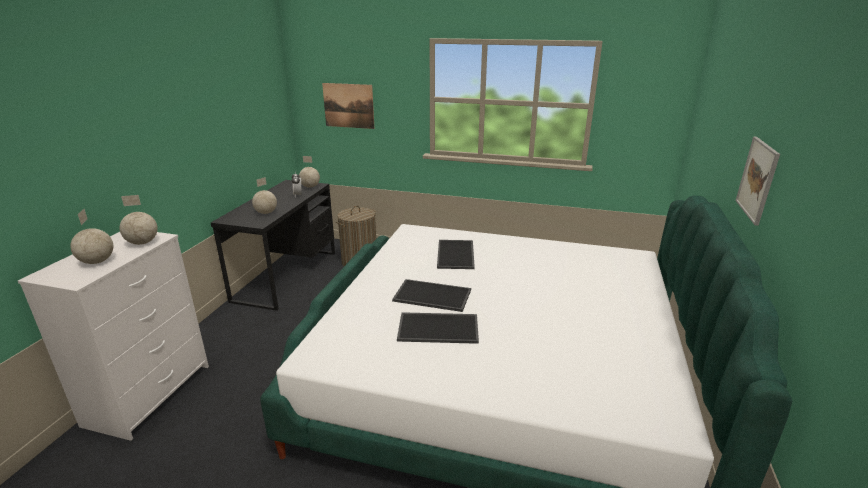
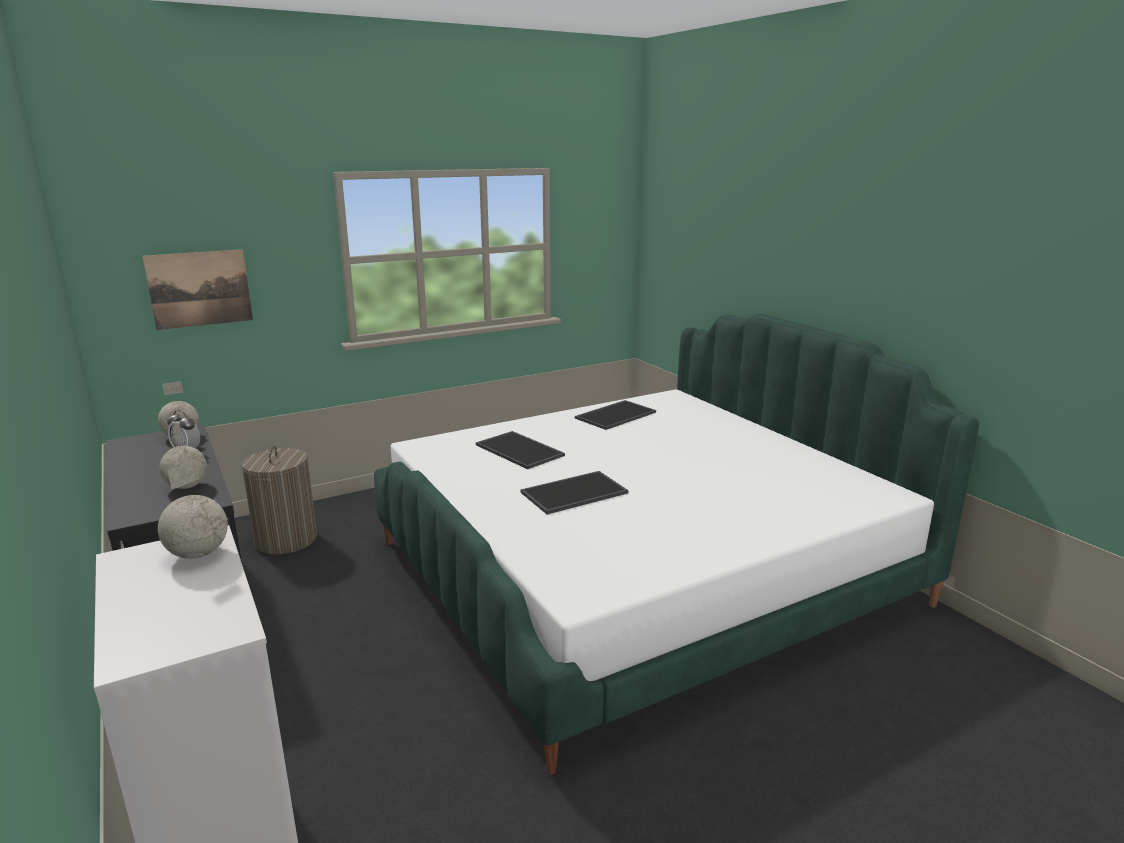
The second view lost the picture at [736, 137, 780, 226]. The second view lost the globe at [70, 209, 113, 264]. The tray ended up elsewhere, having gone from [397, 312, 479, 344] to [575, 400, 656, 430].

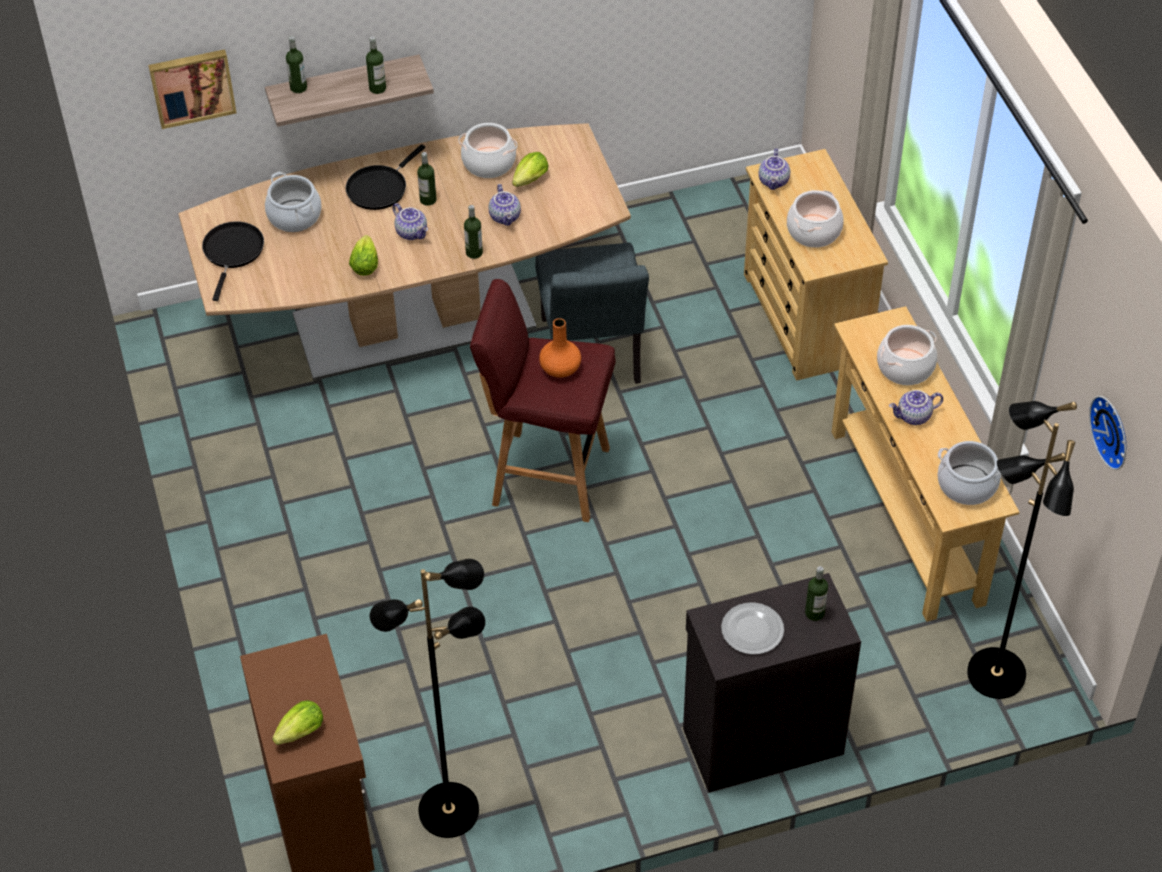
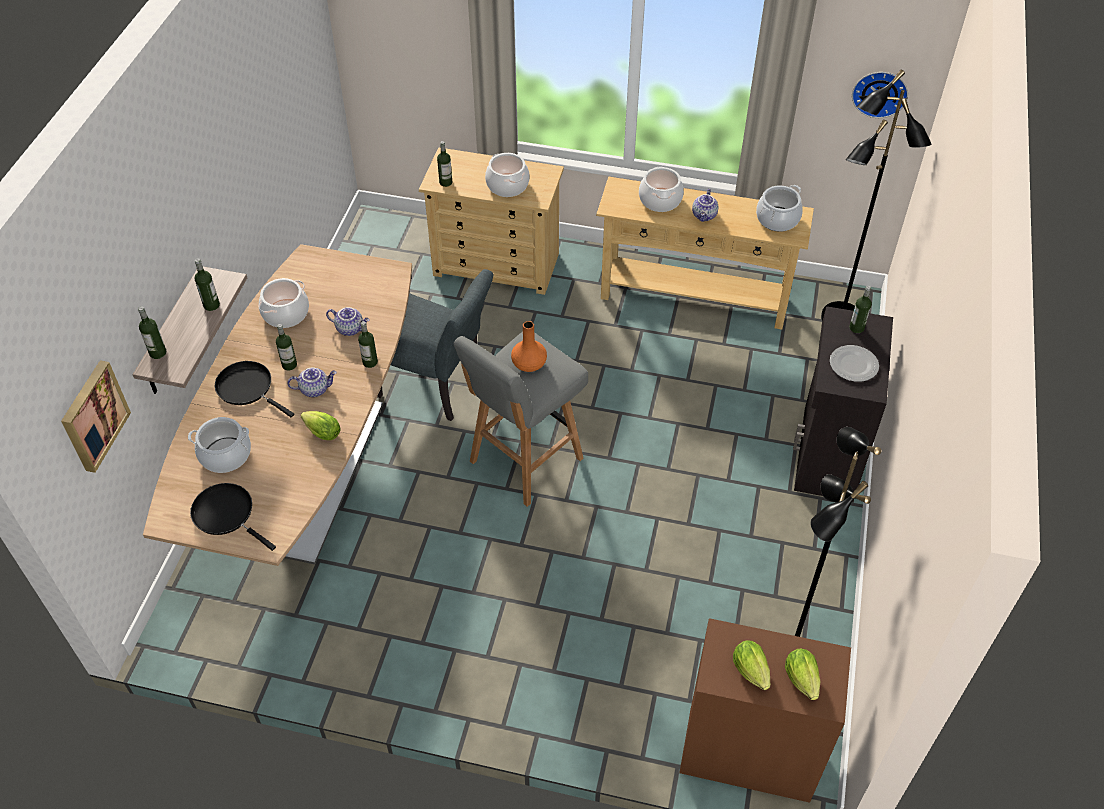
The black frying pan at [346, 144, 425, 210] ended up facing another way, 150 degrees clockwise from before. Where the teapot stood at [759, 148, 790, 190], the bottle came to stand at [437, 141, 452, 187]. The lettuce ended up elsewhere, having gone from [512, 152, 548, 187] to [733, 641, 770, 690]. What was the red stool at [470, 279, 615, 522] turned into the grey stool at [453, 332, 588, 507].

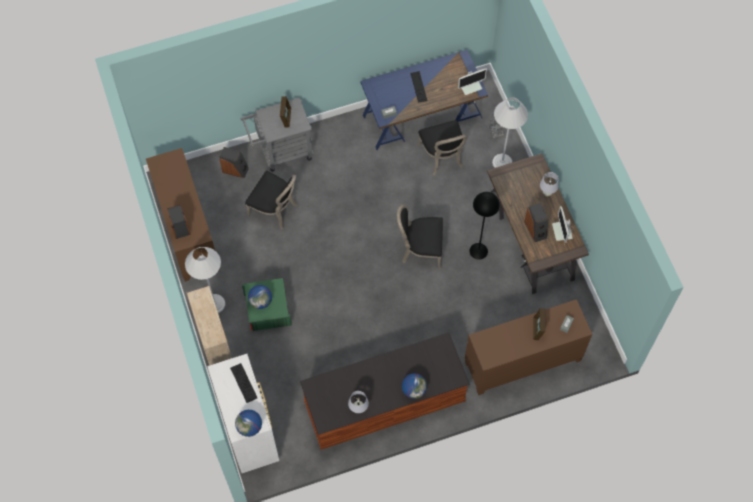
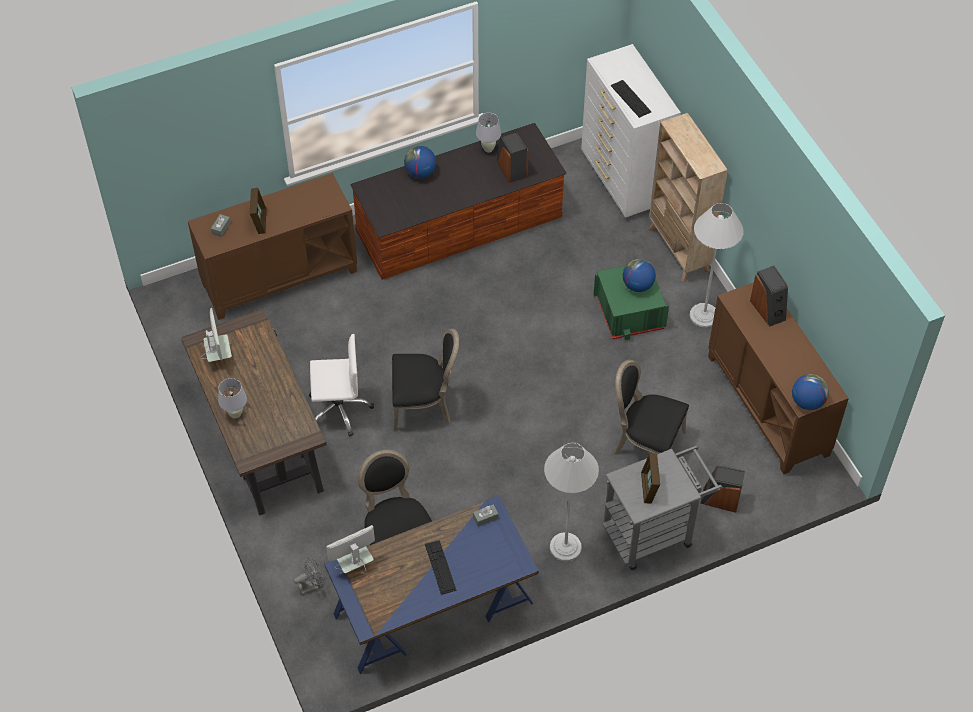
The white floor lamp ended up elsewhere, having gone from [492, 97, 528, 168] to [544, 442, 599, 561]. Where the black floor lamp stood at [470, 192, 500, 260], the white office chair came to stand at [309, 334, 374, 437]. The speaker ended up elsewhere, having gone from [524, 203, 548, 242] to [497, 132, 529, 183]. The globe ended up elsewhere, having gone from [235, 410, 262, 437] to [792, 374, 829, 410].

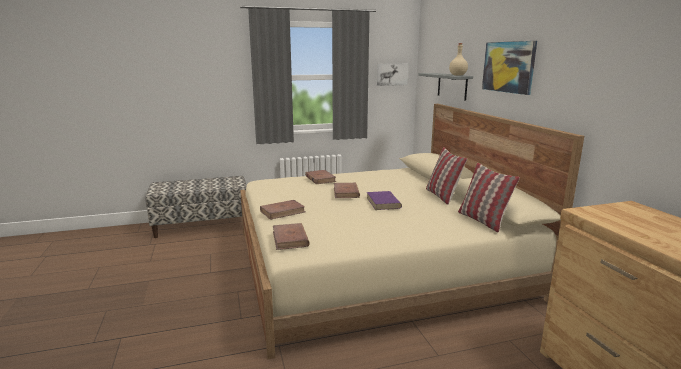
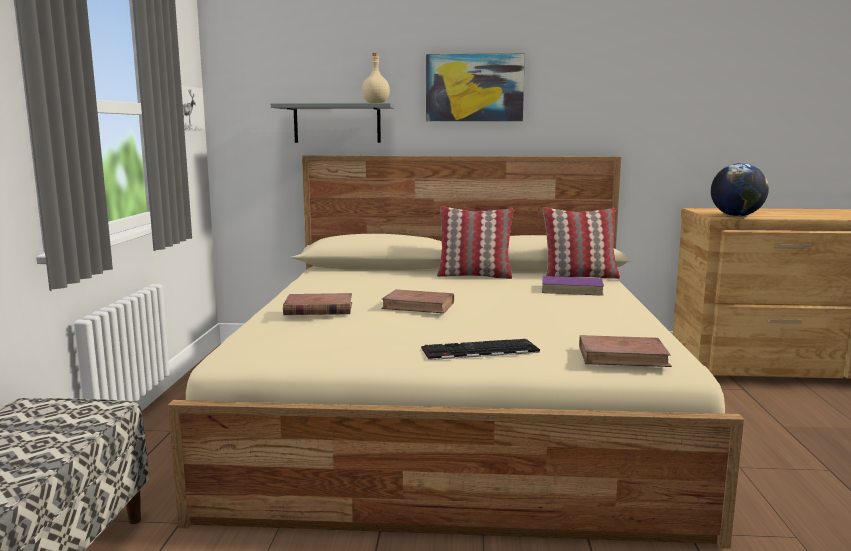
The purple book ended up elsewhere, having gone from [367, 191, 402, 210] to [542, 276, 604, 296]. Where the brown book stood at [260, 200, 306, 220], the keyboard came to stand at [421, 339, 540, 360]. The second view gained the globe at [711, 163, 769, 216].

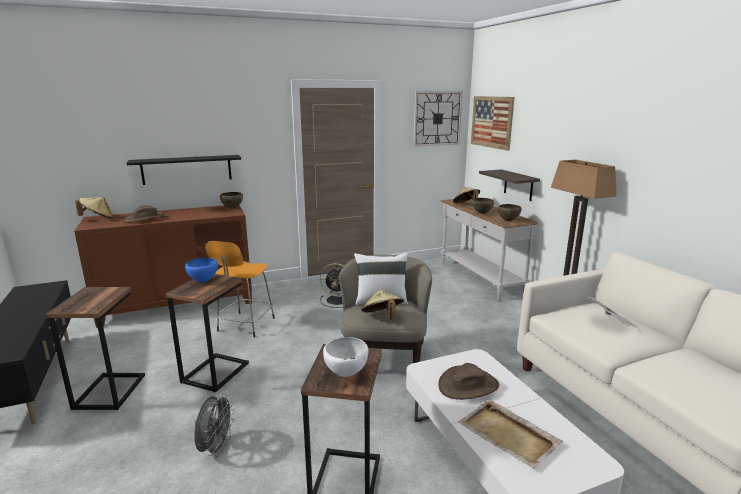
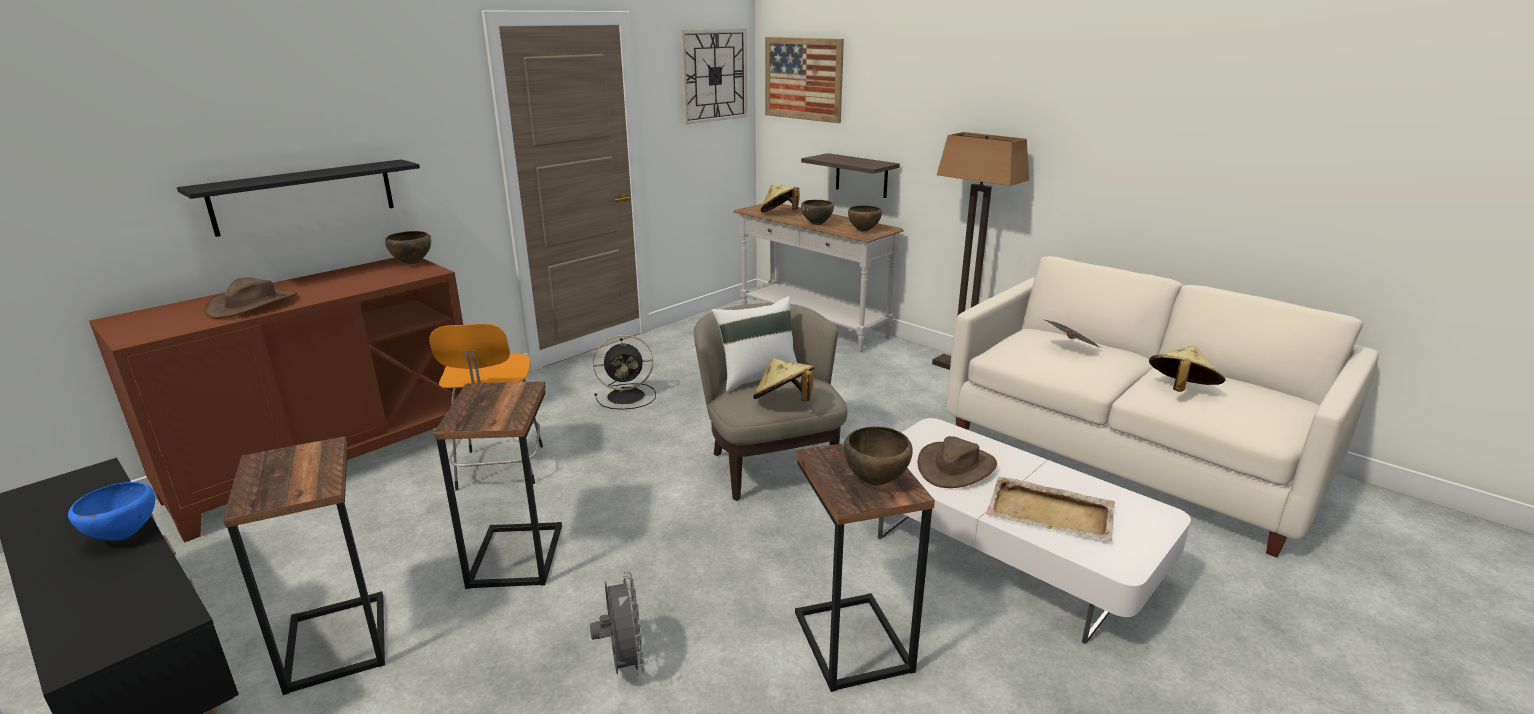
The beige hat ended up elsewhere, having gone from [75, 197, 114, 218] to [1149, 346, 1226, 392]. The blue bowl ended up elsewhere, having gone from [185, 258, 218, 282] to [68, 482, 155, 540]. What was the white bowl at [323, 337, 368, 377] turned into the brown bowl at [844, 427, 913, 485].

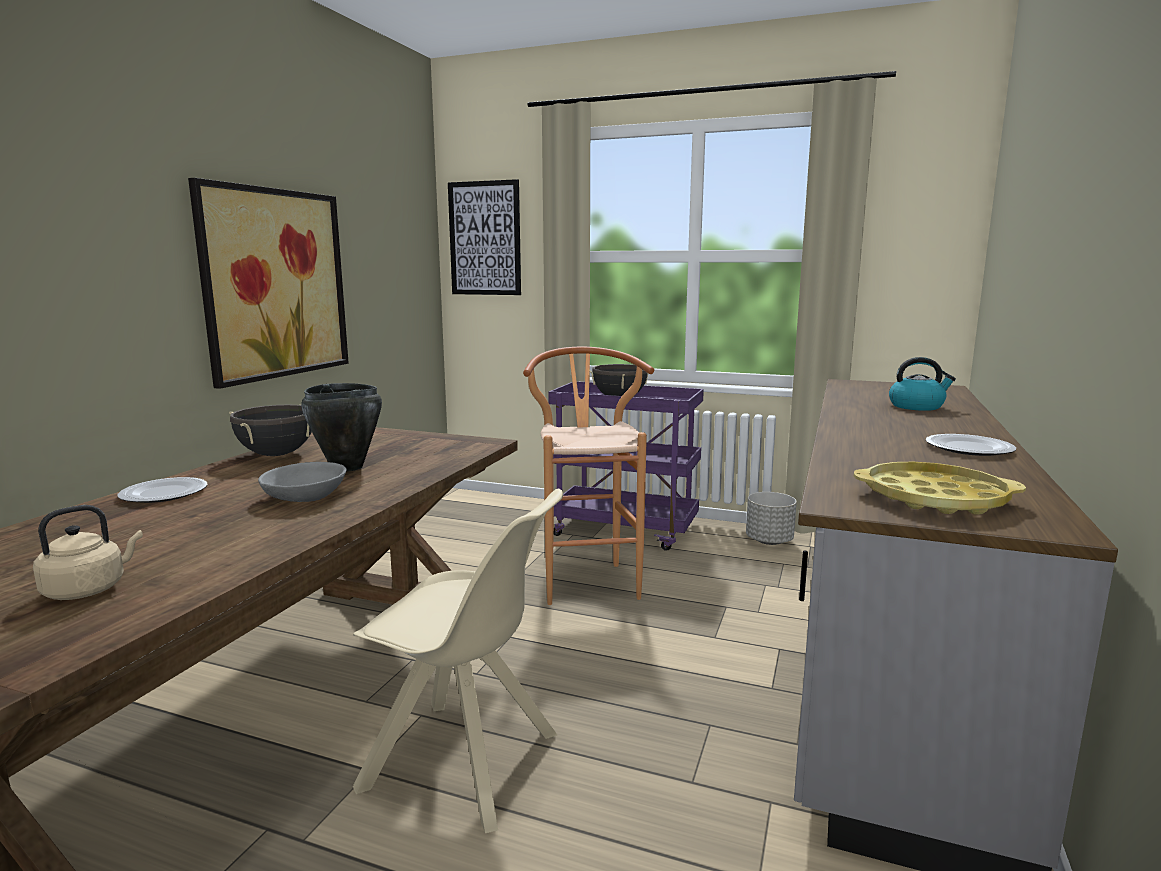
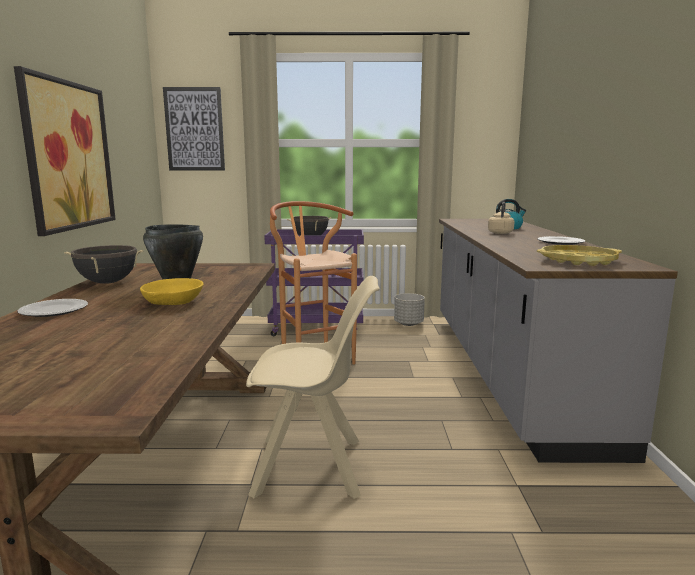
What was the grey bowl at [258, 462, 347, 502] turned into the yellow bowl at [140, 278, 204, 305]. The beige kettle ended up elsewhere, having gone from [33, 505, 143, 600] to [488, 202, 514, 234].

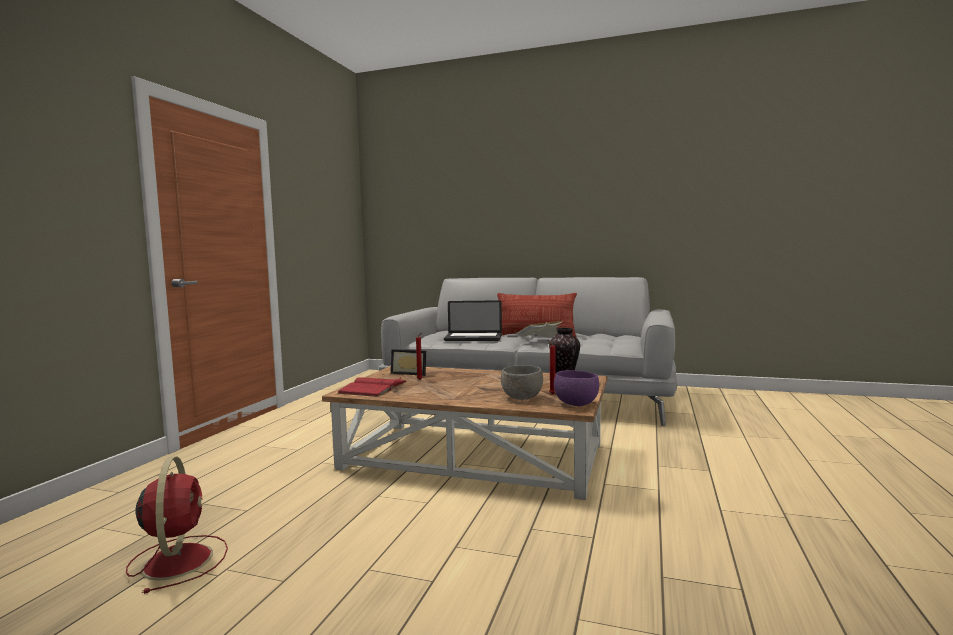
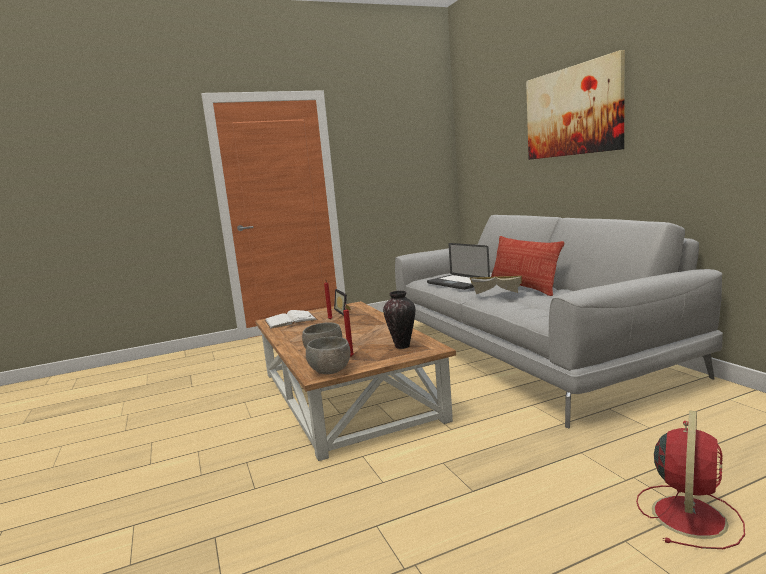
What was the purple bowl at [554, 370, 599, 406] turned into the grey bowl at [306, 336, 350, 374]. What was the red book at [337, 377, 406, 397] turned into the white book at [265, 310, 318, 329]. The red fan ended up elsewhere, having gone from [126, 457, 228, 594] to [636, 410, 745, 549]. The second view gained the picture at [526, 50, 625, 160].

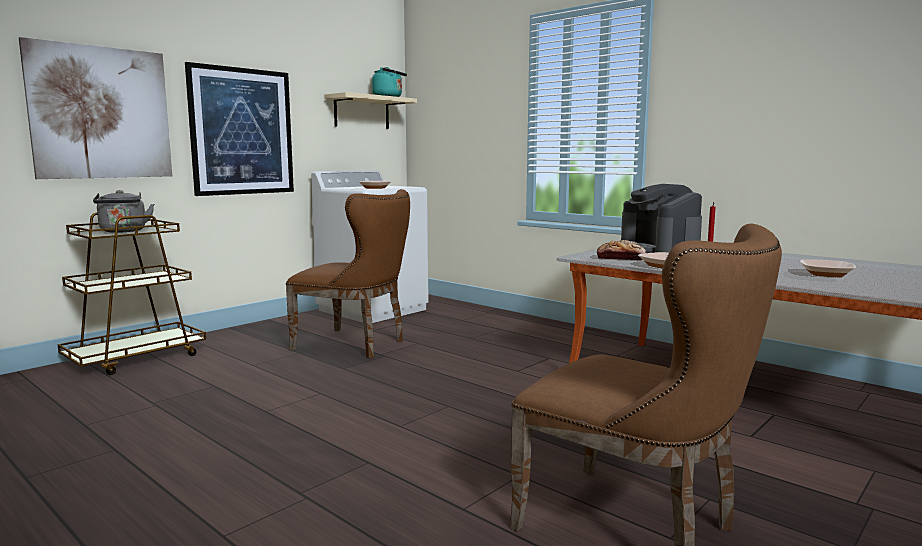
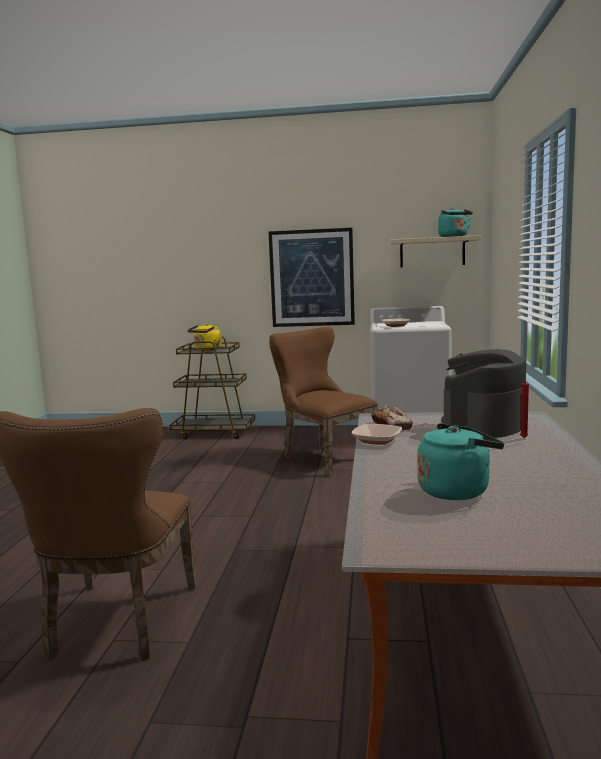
The second view lost the picture at [19, 37, 172, 179]. The brown chair at [286, 189, 410, 359] ended up facing another way, 150 degrees clockwise from before. What was the grey kettle at [93, 190, 154, 233] turned into the yellow kettle at [187, 323, 222, 351]. Where the bowl stood at [800, 259, 856, 277], the turquoise kettle came to stand at [417, 423, 504, 500].

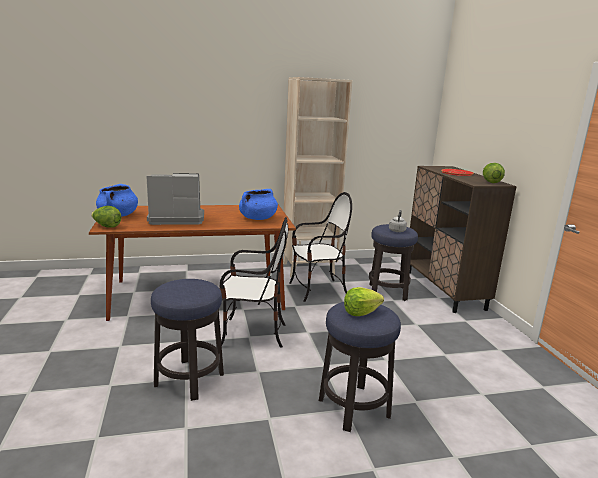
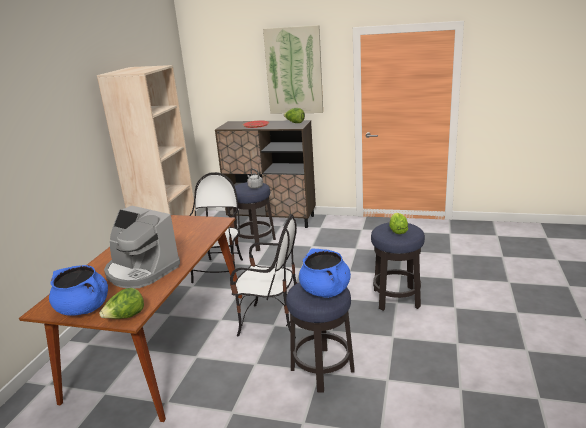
The coffee machine at [146, 173, 204, 225] ended up facing another way, 75 degrees counterclockwise from before. The blue cooking pot ended up elsewhere, having gone from [239, 189, 278, 220] to [299, 249, 351, 298]. The chair at [220, 217, 288, 348] ended up facing another way, 75 degrees clockwise from before. The second view gained the picture at [263, 25, 323, 114].

